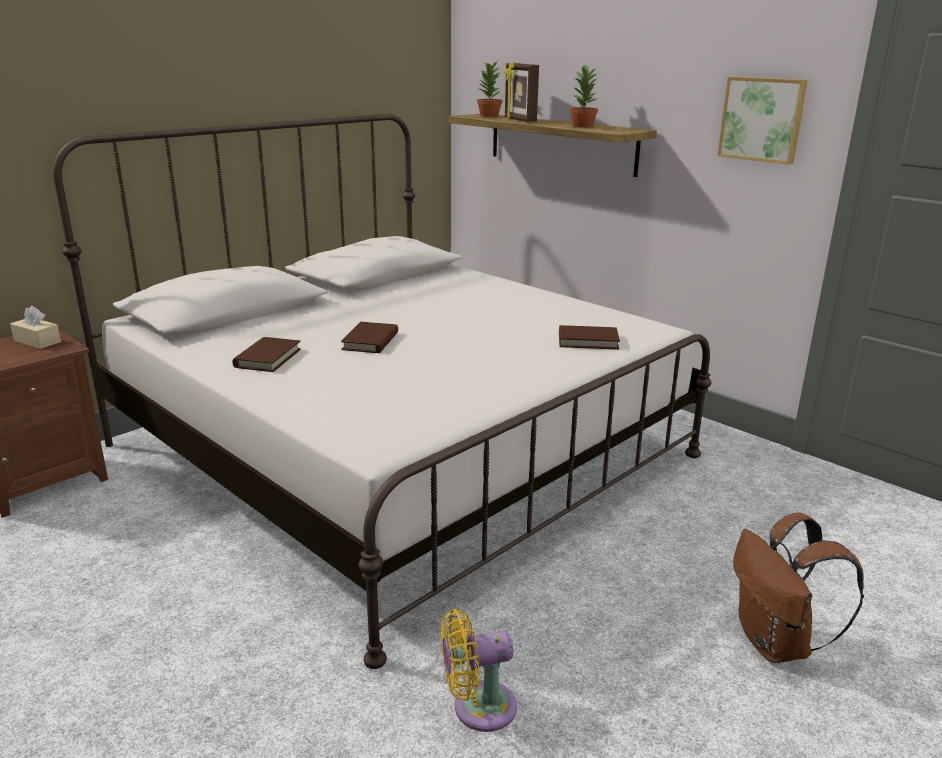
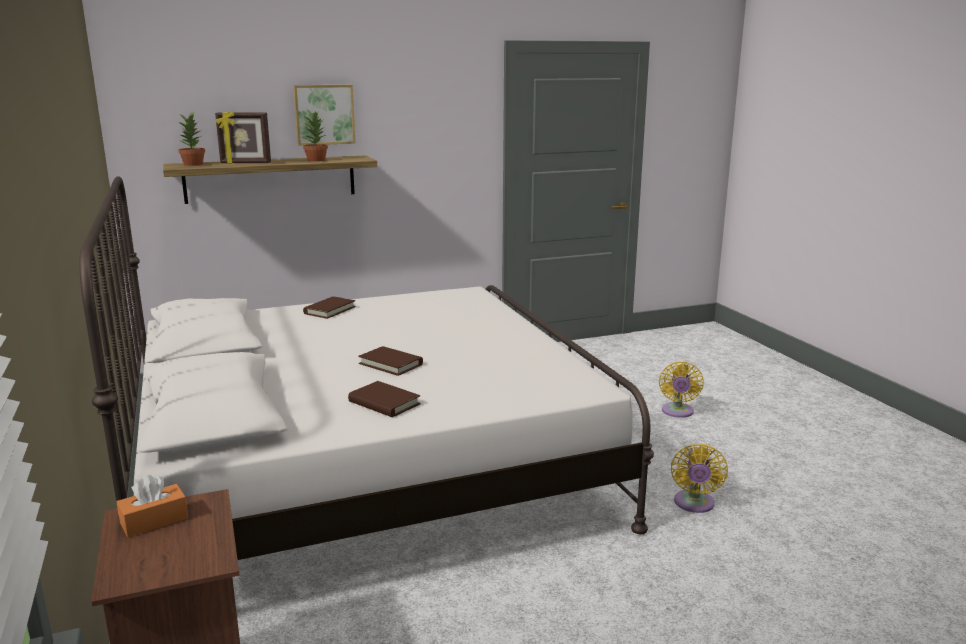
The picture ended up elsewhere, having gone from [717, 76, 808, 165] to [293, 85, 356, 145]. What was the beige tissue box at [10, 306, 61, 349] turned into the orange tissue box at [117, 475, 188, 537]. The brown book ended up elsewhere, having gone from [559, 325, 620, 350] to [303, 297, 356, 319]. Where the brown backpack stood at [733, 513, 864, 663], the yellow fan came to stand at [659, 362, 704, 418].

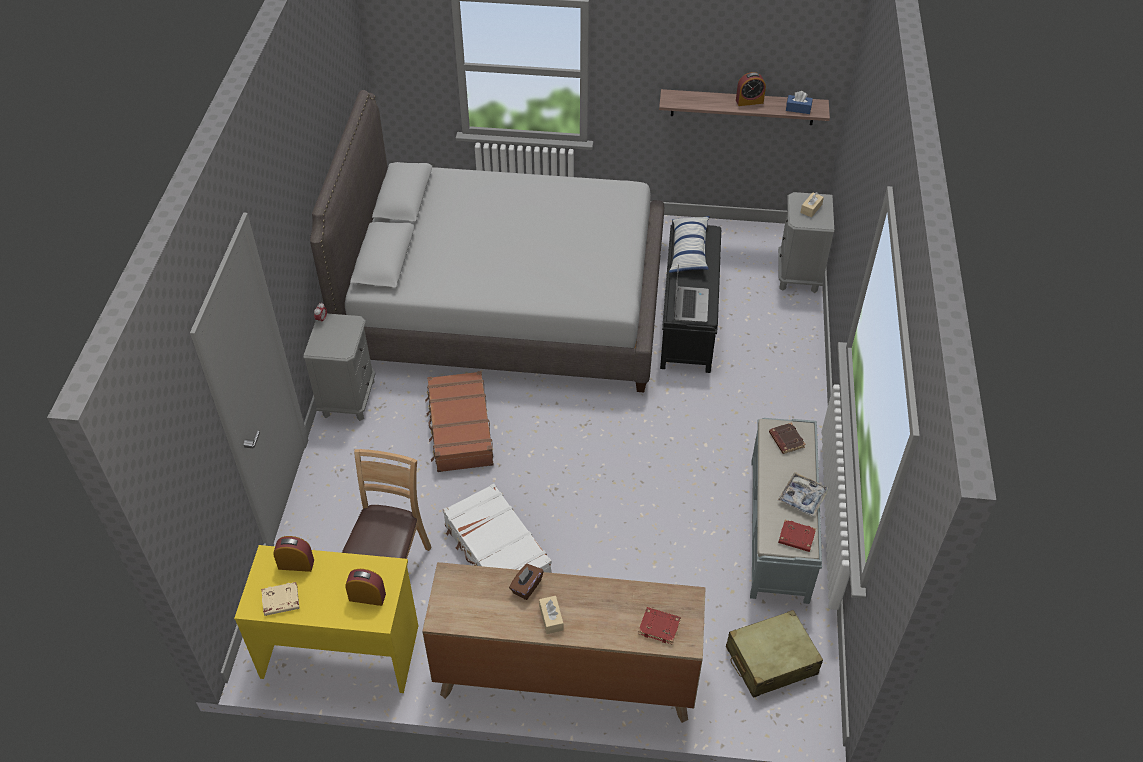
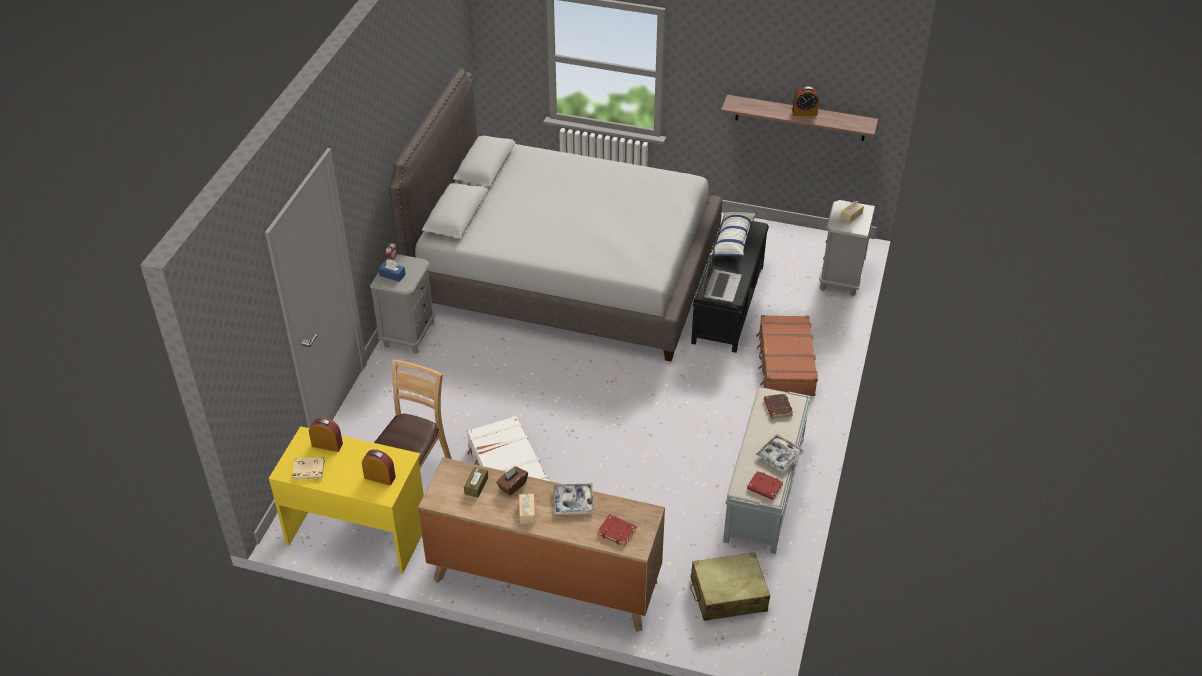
The blue tissue box ended up elsewhere, having gone from [786, 91, 813, 114] to [379, 260, 406, 282]. The brown suitcase ended up elsewhere, having gone from [425, 371, 494, 472] to [756, 315, 818, 396]. The second view gained the brown tissue box at [464, 467, 488, 498]. The second view gained the tray at [553, 484, 594, 514].

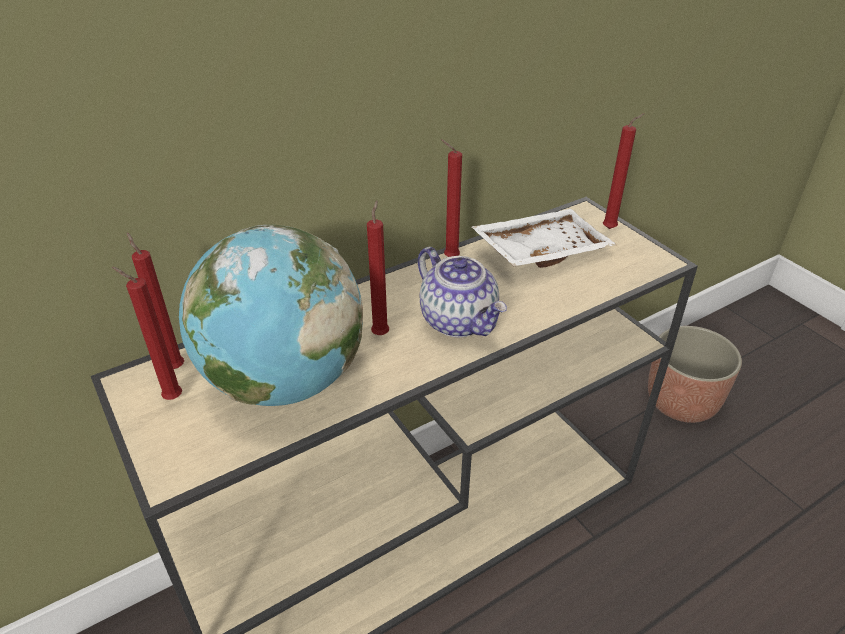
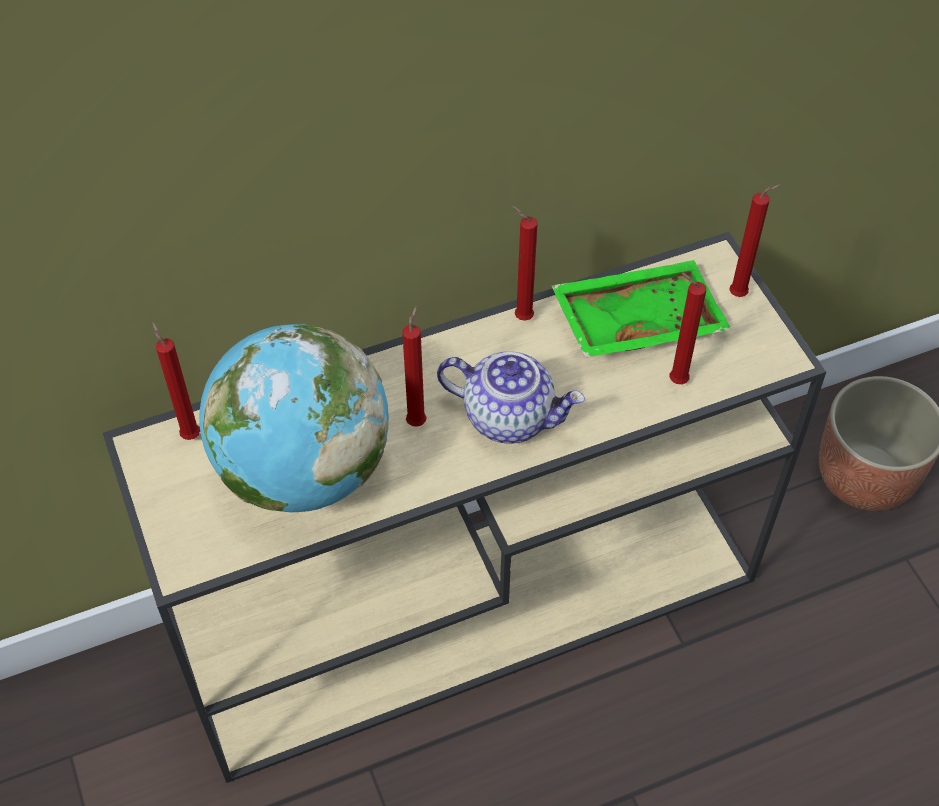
What was the white tray at [472, 209, 617, 268] turned into the green tray at [551, 260, 732, 357]. The teapot at [418, 247, 507, 337] ended up facing another way, 45 degrees counterclockwise from before. The red candle ended up elsewhere, having gone from [112, 267, 182, 400] to [670, 273, 706, 384].

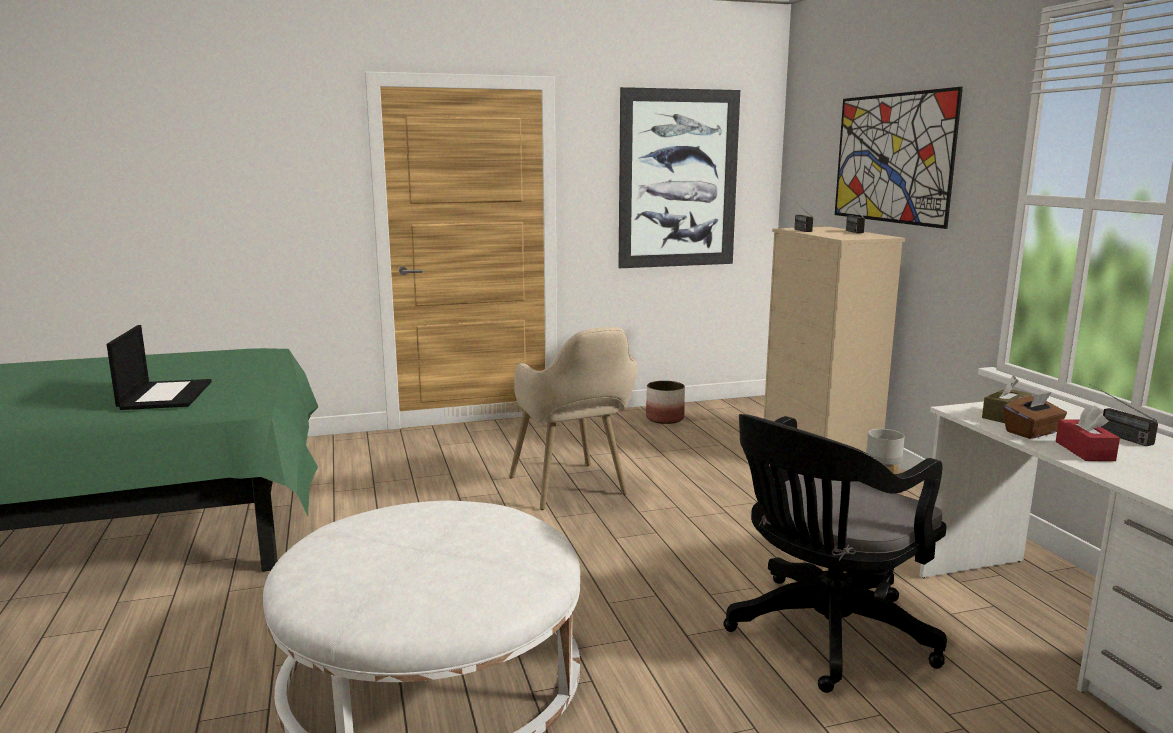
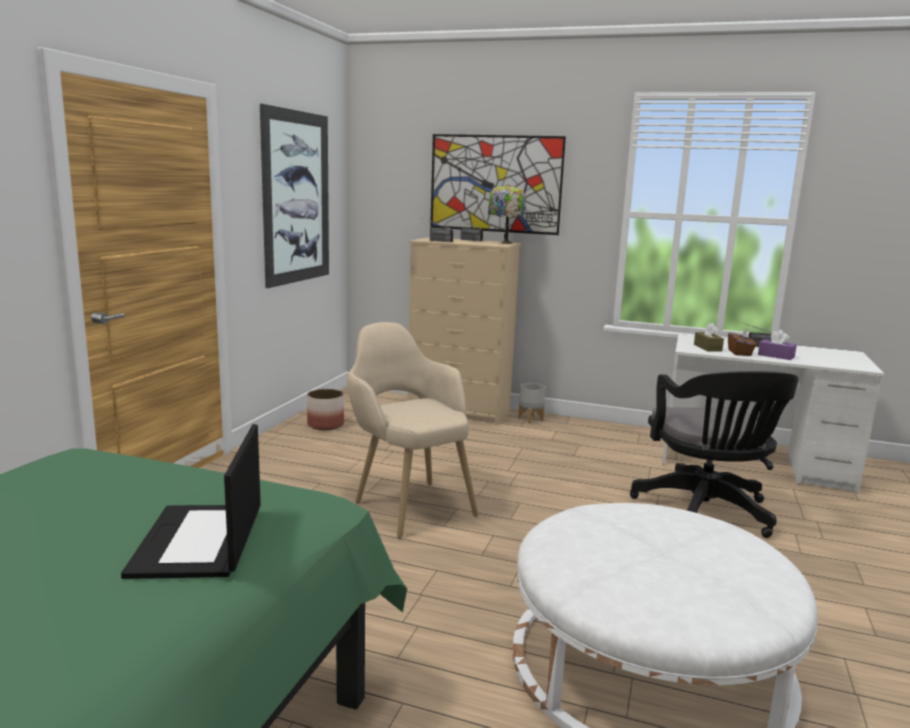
The laptop at [107, 325, 212, 410] ended up facing another way, 120 degrees counterclockwise from before. The beige armchair at [509, 327, 638, 510] ended up facing another way, 135 degrees counterclockwise from before. What was the red tissue box at [1056, 405, 1120, 461] turned into the purple tissue box at [758, 330, 797, 360]. The second view gained the table lamp at [488, 184, 525, 244].

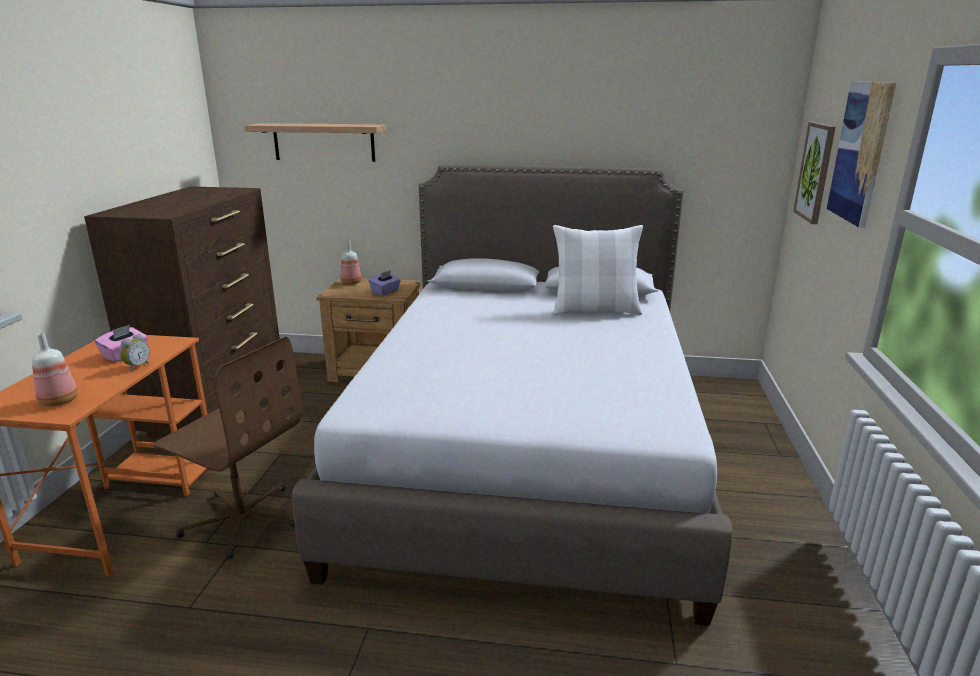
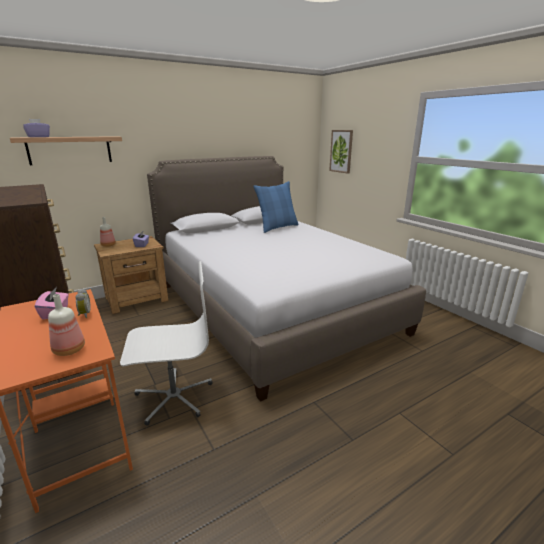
The second view lost the picture at [827, 81, 896, 228]. What was the white pillow at [553, 225, 643, 315] turned into the blue pillow at [253, 181, 299, 233]. What was the brown office chair at [152, 337, 302, 559] turned into the white office chair at [120, 261, 213, 426]. The second view gained the purple tissue box at [23, 119, 50, 137].

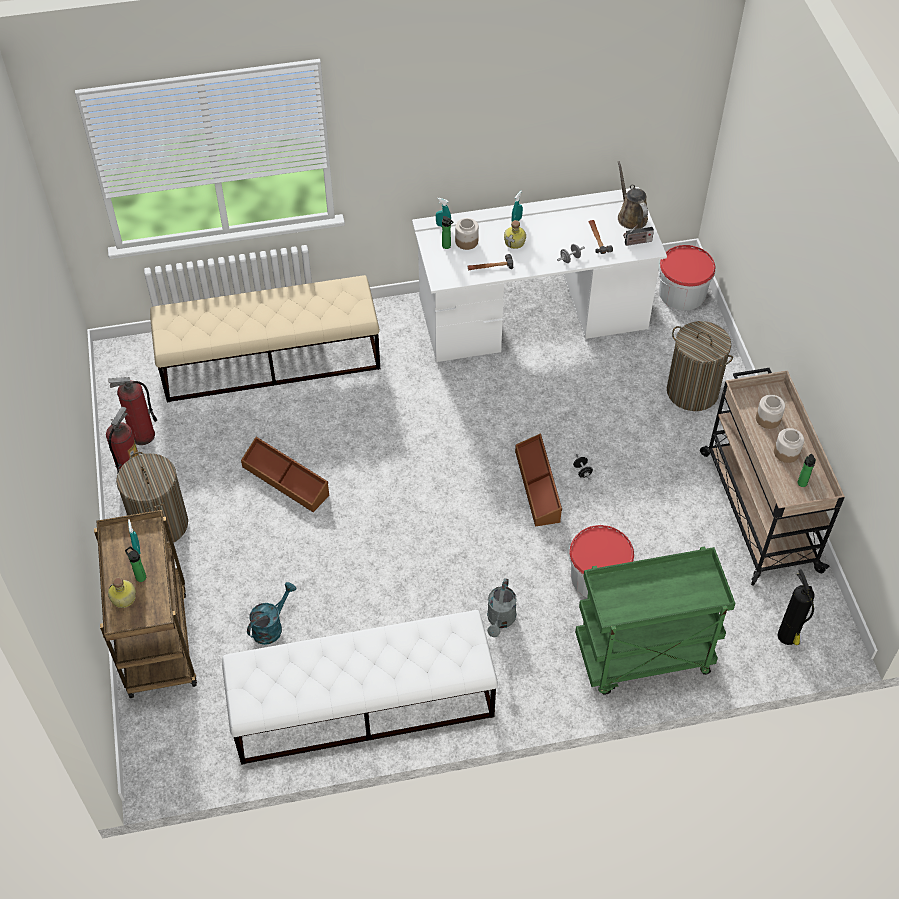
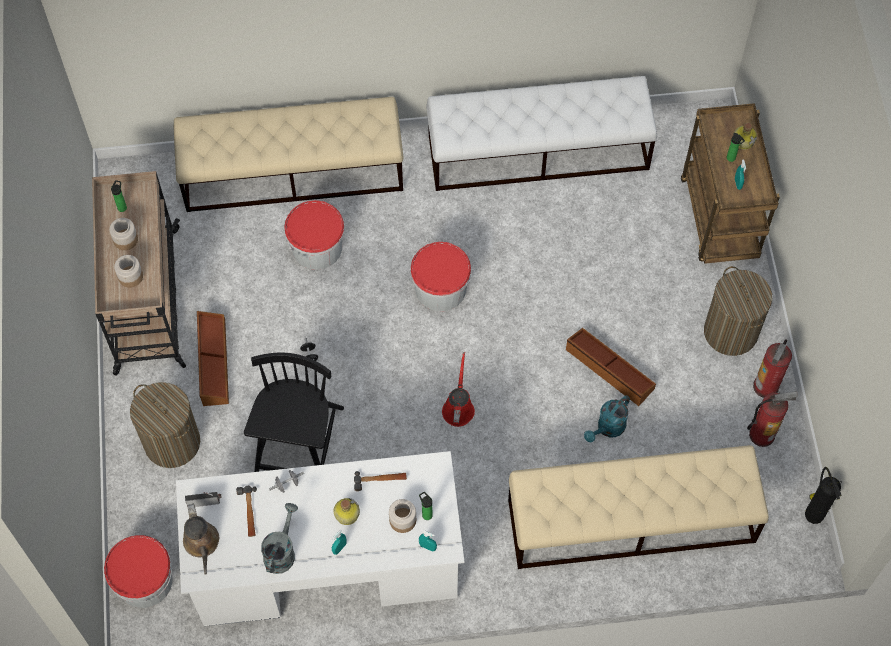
The brown storage box ended up elsewhere, having gone from [515, 433, 562, 527] to [197, 311, 229, 406]. Where the green cart stood at [575, 547, 736, 695], the beige bench came to stand at [174, 97, 404, 212]. The fire extinguisher ended up elsewhere, having gone from [777, 569, 815, 645] to [805, 467, 842, 524]. The grey watering can ended up elsewhere, having gone from [487, 578, 517, 637] to [261, 503, 298, 574]. The turquoise watering can ended up elsewhere, having gone from [247, 582, 296, 645] to [584, 395, 630, 442]. The second view gained the bucket at [410, 242, 471, 311]. The second view gained the red watering can at [442, 352, 475, 427]. The second view gained the black chair at [244, 353, 344, 472].

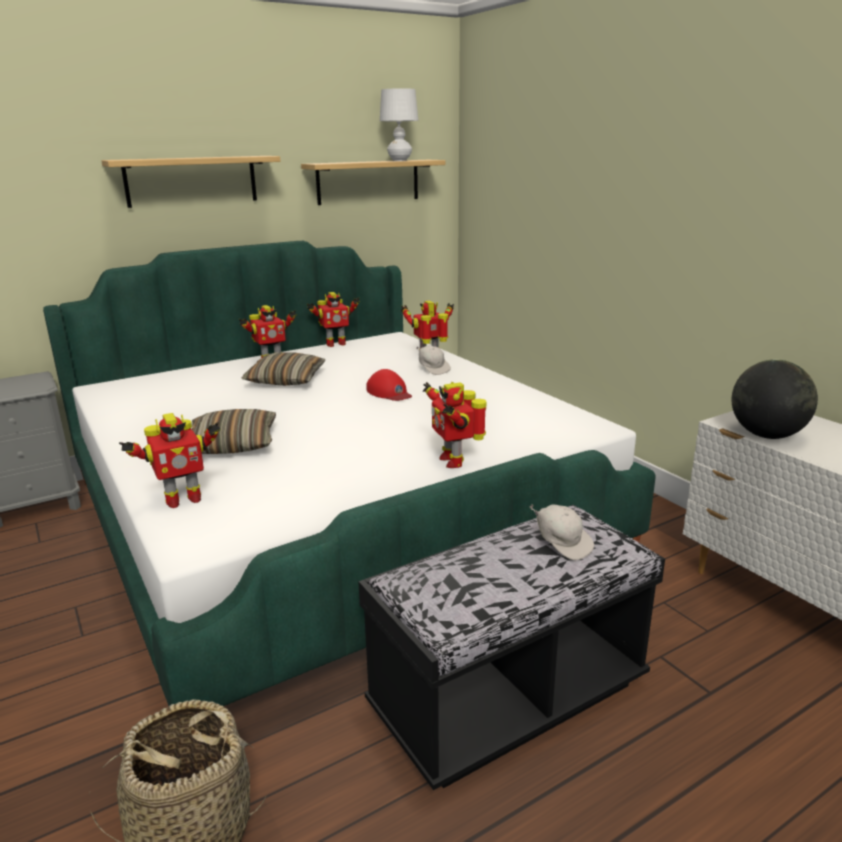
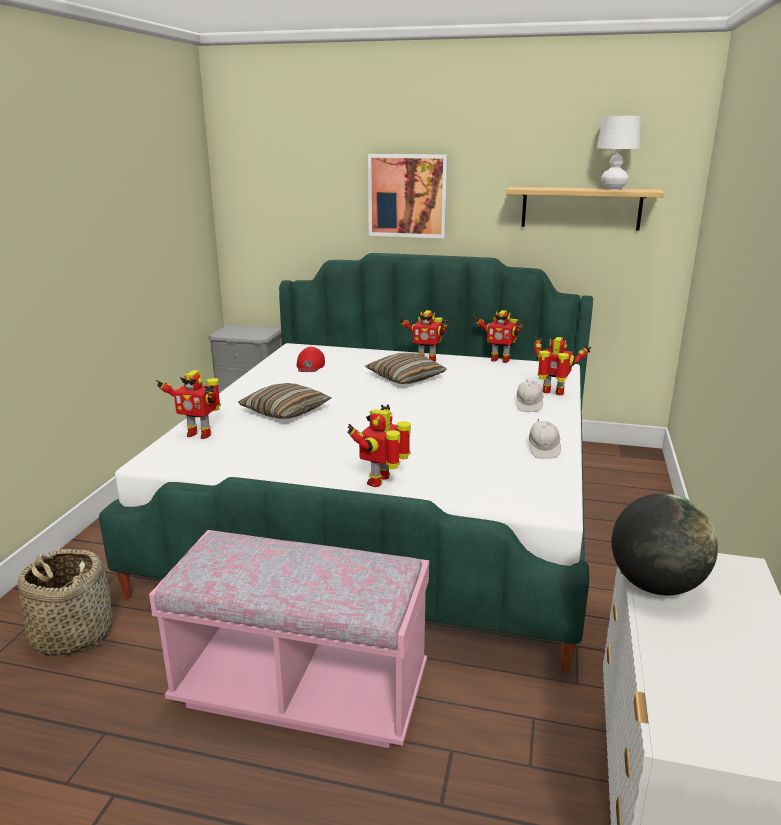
Where the shelf hung at [101, 156, 281, 208], the picture came to hang at [368, 154, 448, 238]. The red cap ended up elsewhere, having gone from [366, 369, 412, 401] to [297, 347, 325, 372]. The white cap ended up elsewhere, having gone from [529, 504, 594, 560] to [529, 419, 561, 459]. What was the black bench at [358, 505, 665, 790] turned into the pink bench at [149, 530, 429, 748].

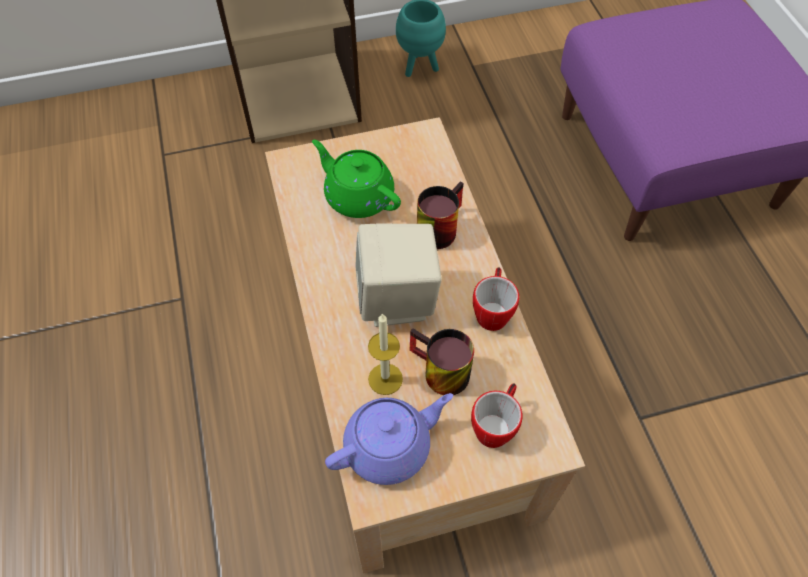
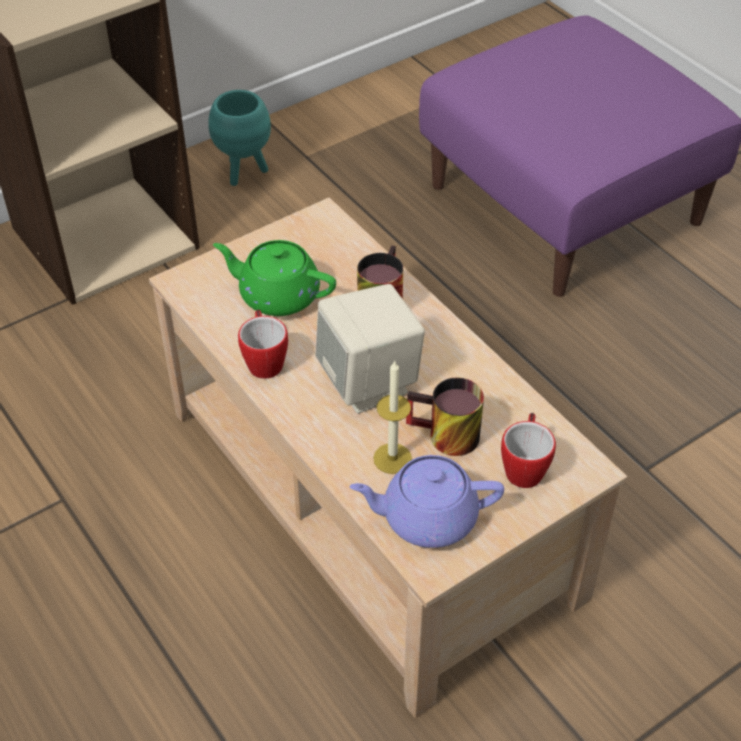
The mug ended up elsewhere, having gone from [473, 268, 519, 331] to [238, 310, 288, 379]. The purple teapot at [325, 393, 453, 485] ended up facing another way, 135 degrees counterclockwise from before.

